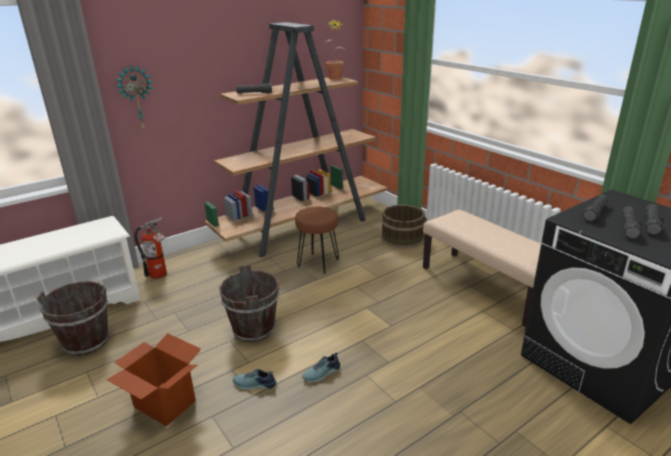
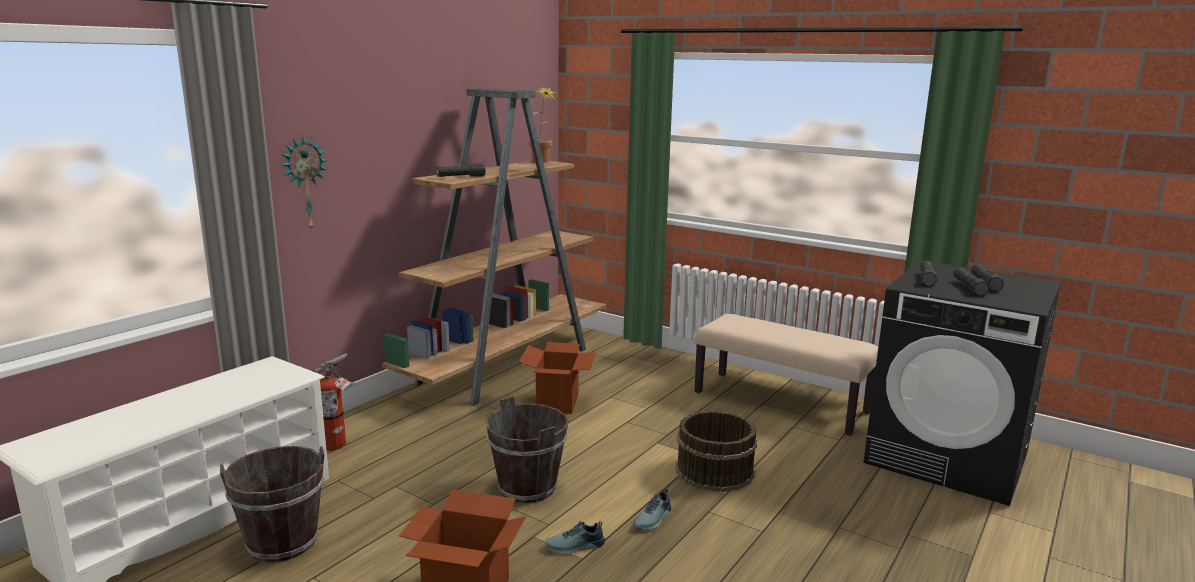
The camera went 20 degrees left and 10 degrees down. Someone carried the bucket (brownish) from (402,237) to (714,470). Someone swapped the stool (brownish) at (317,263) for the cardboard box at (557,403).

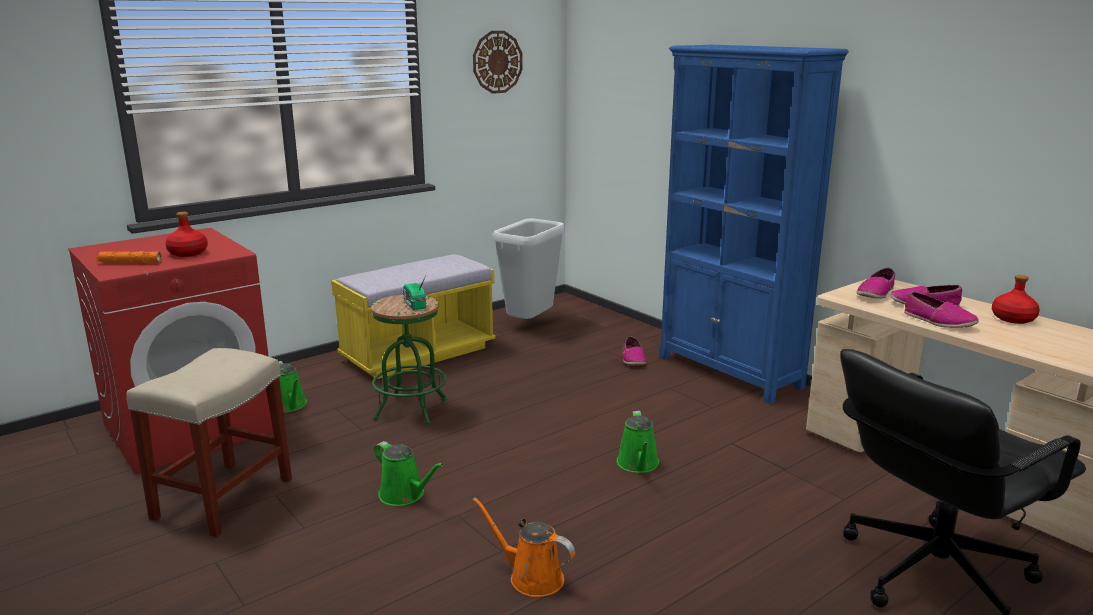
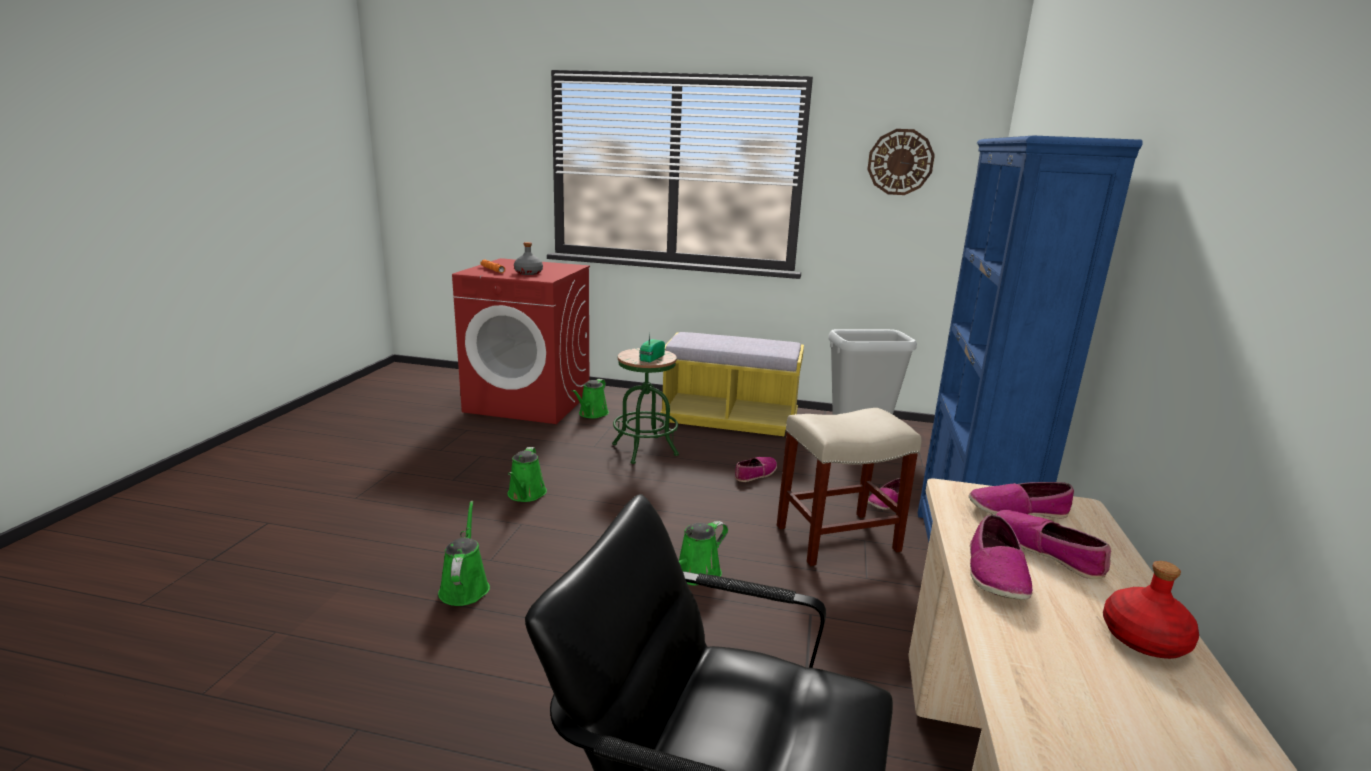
The camera went 50 degrees right and 0 degrees up. Someone repainted the drink bottle (reddish) at (188,253), which became the drink bottle (gray) at (528,273). Someone carried the stool (beige-coloured) from (224,497) to (838,538). Someone repainted the watering pot (orange) at (531,577), which became the watering pot (green) at (465,587). Someone put down the item of footwear at (755,474).

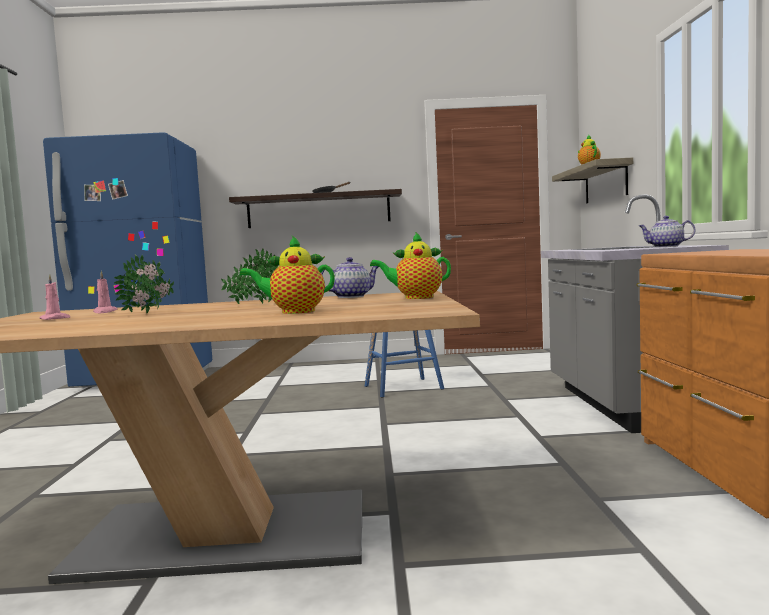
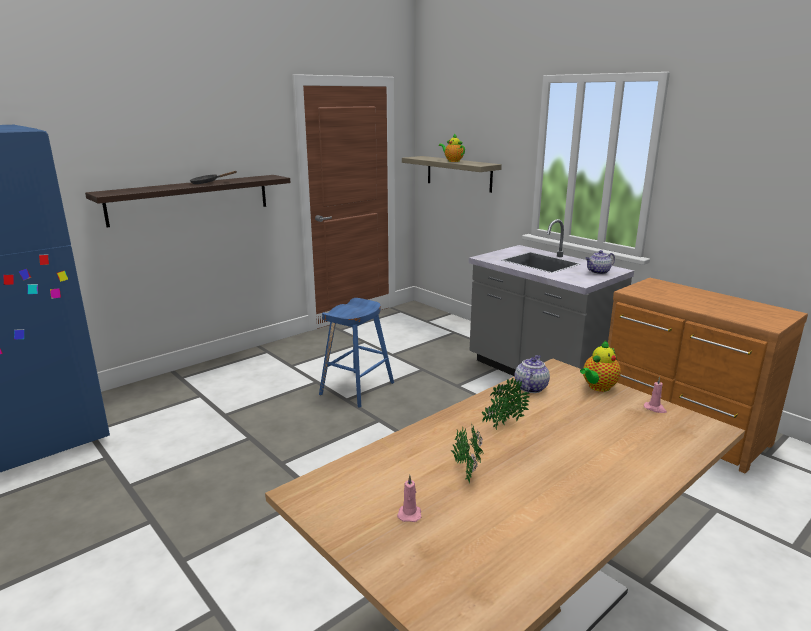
The camera went 40 degrees left and 15 degrees up. Someone took away the tea pot at (294,312). Someone carried the wax light (pinkish) from (104,312) to (655,408).

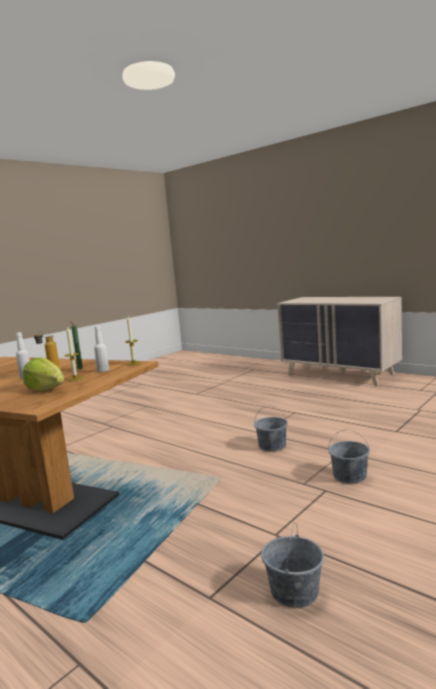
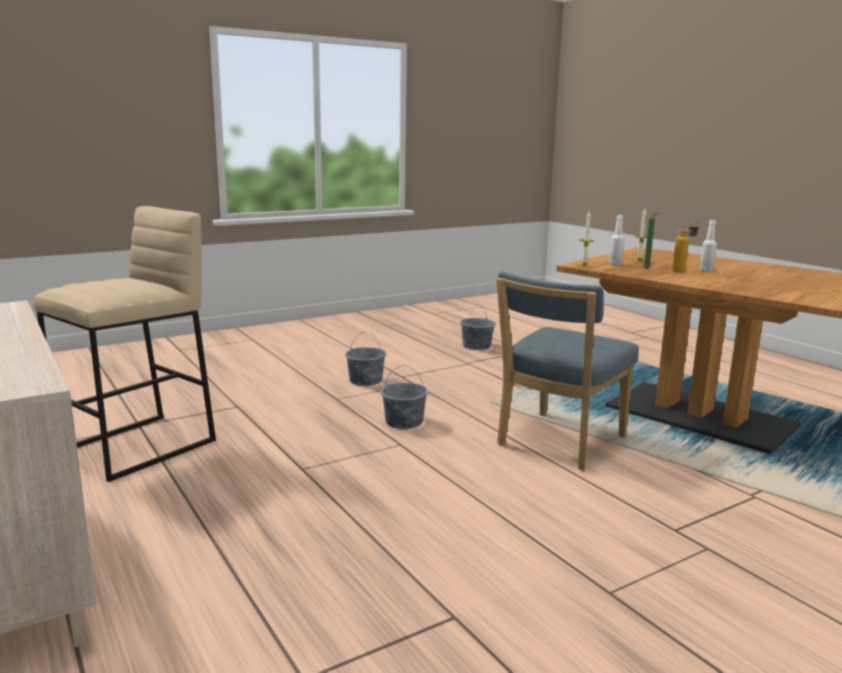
The camera went 165 degrees left and 5 degrees up. Someone took away the head of lettuce at (46,389). Someone put down the stool (beige-coloured) at (138,447). Someone put down the upright chair (bluish) at (557,443).

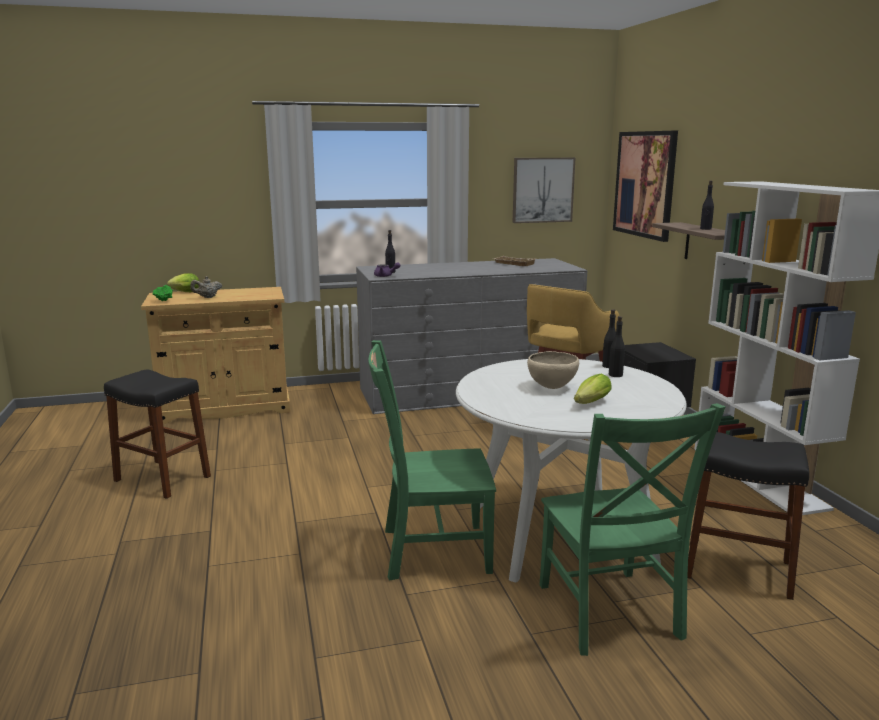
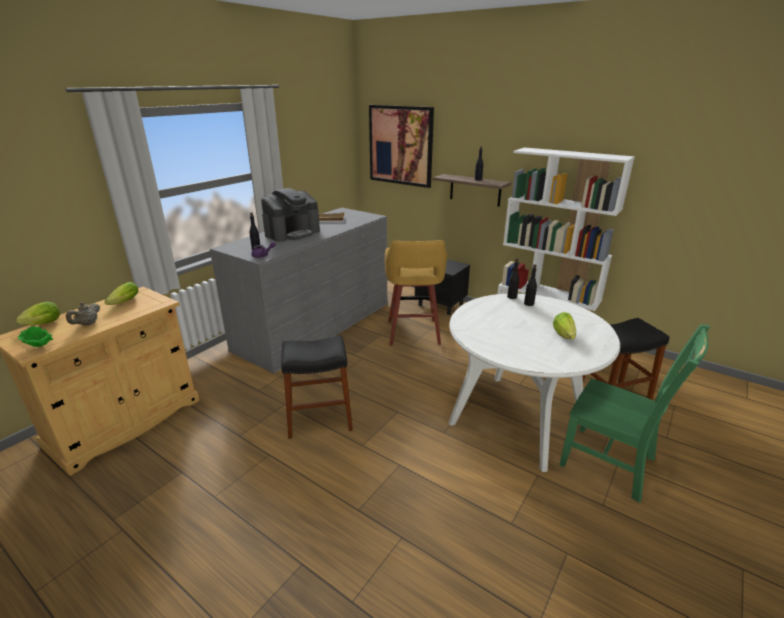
The camera went 40 degrees left and 10 degrees up. Someone took away the wall art at (542,190). Someone took away the upright chair (green) at (430,551). Someone took away the deep dish (beige-coloured) at (552,387). Someone carried the stool (blackish) from (162,478) to (319,419). Someone put down the coffee maker at (292,233). Someone put down the head of lettuce at (123,303).

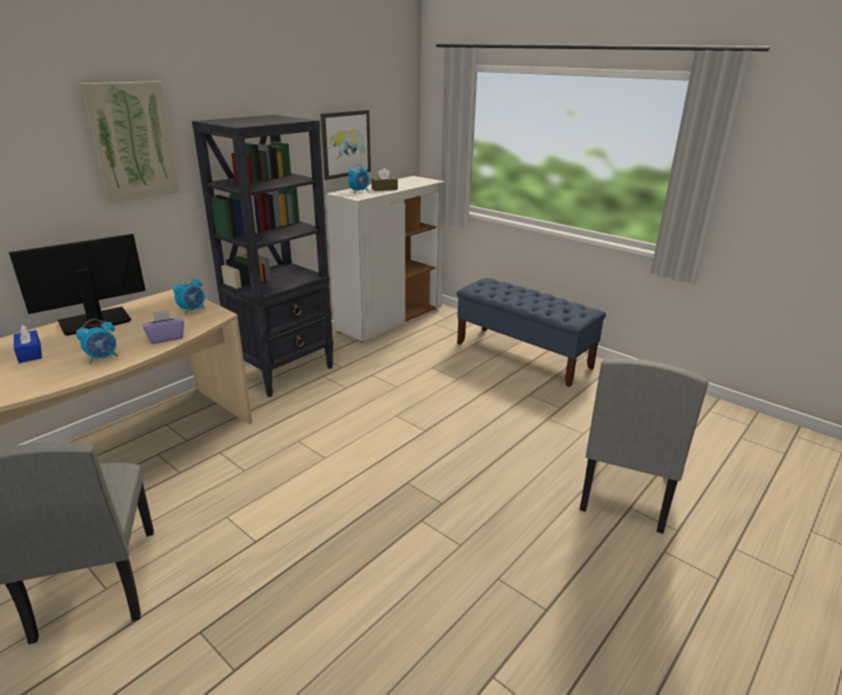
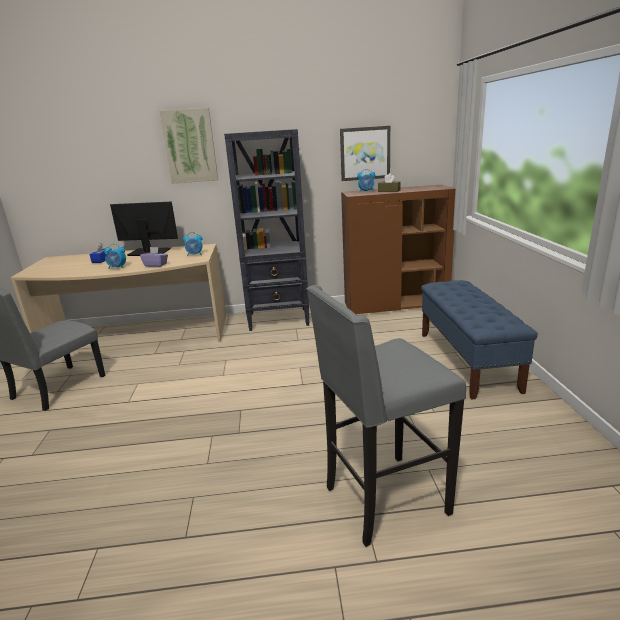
The camera went 45 degrees right and 5 degrees down. Someone repainted the cupboard (whitish) at (390,319), which became the cupboard (brownish) at (396,305). Someone swapped the upright chair (gray) at (625,490) for the stool (gray) at (383,500).

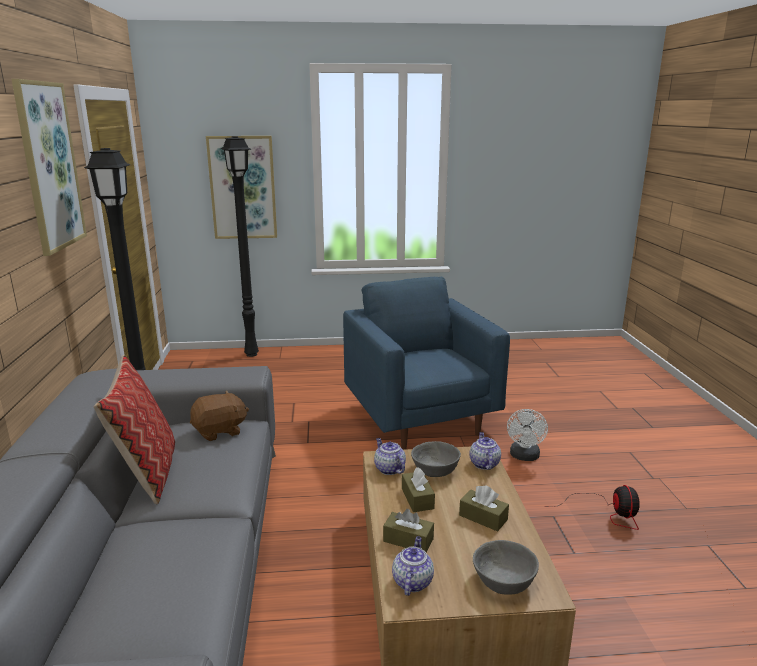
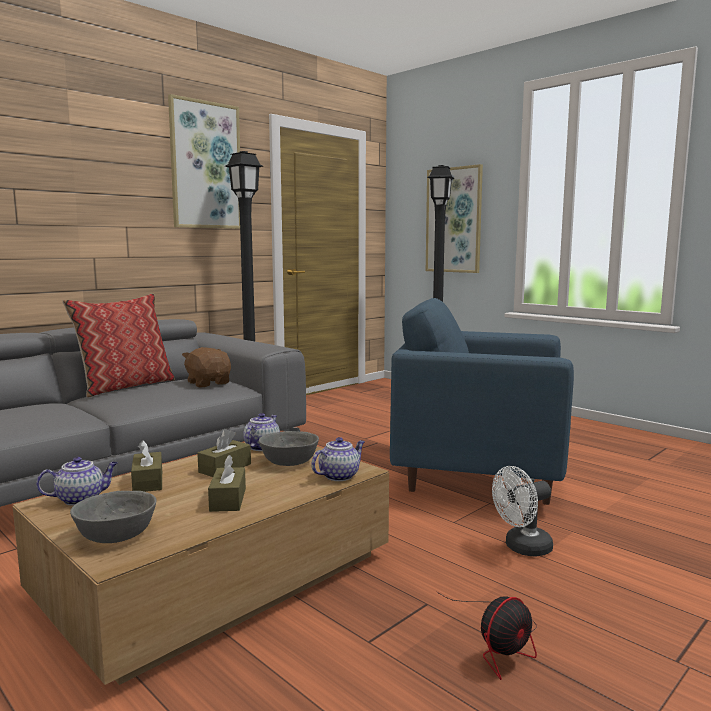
The camera went 50 degrees right and 10 degrees down. Someone rotated the lounge chair (bluish) at (421,419) by 105 degrees counterclockwise. Someone rotated the cuddly toy (brownish) at (220,431) by 150 degrees counterclockwise.

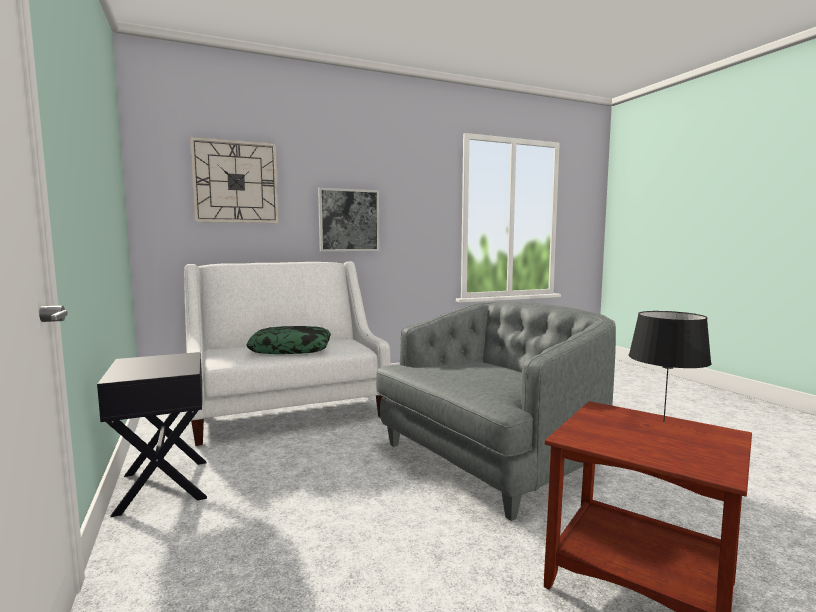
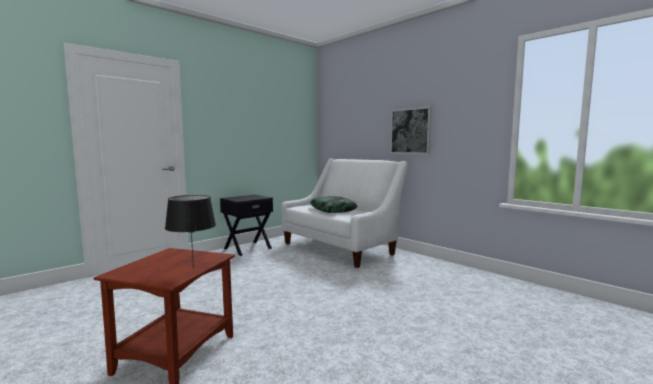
The camera went 70 degrees right and 0 degrees up. Someone took away the wall clock at (236,182). Someone took away the lounge chair (gray) at (490,458).

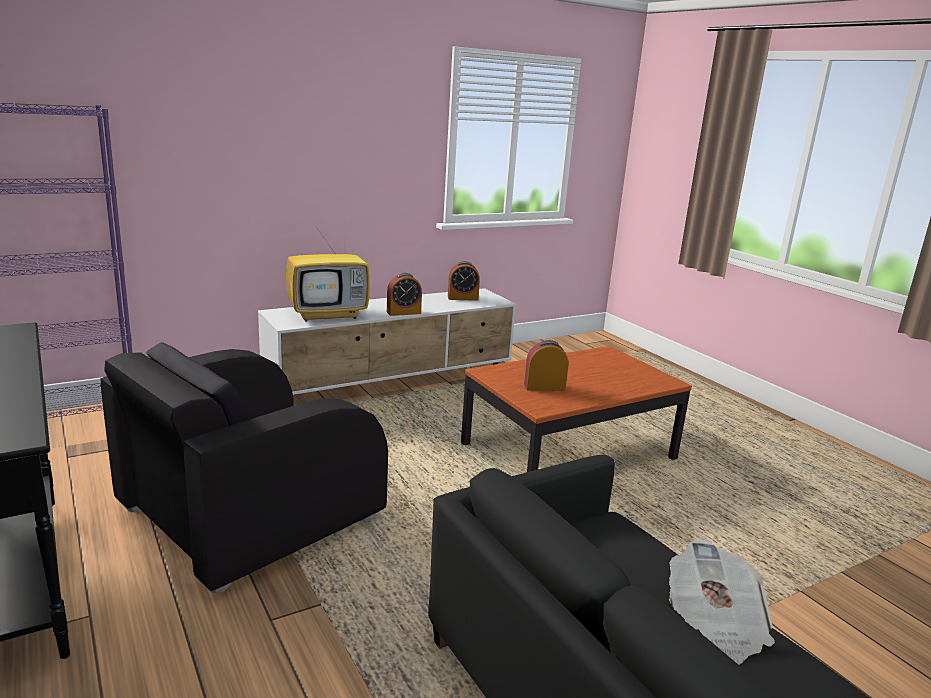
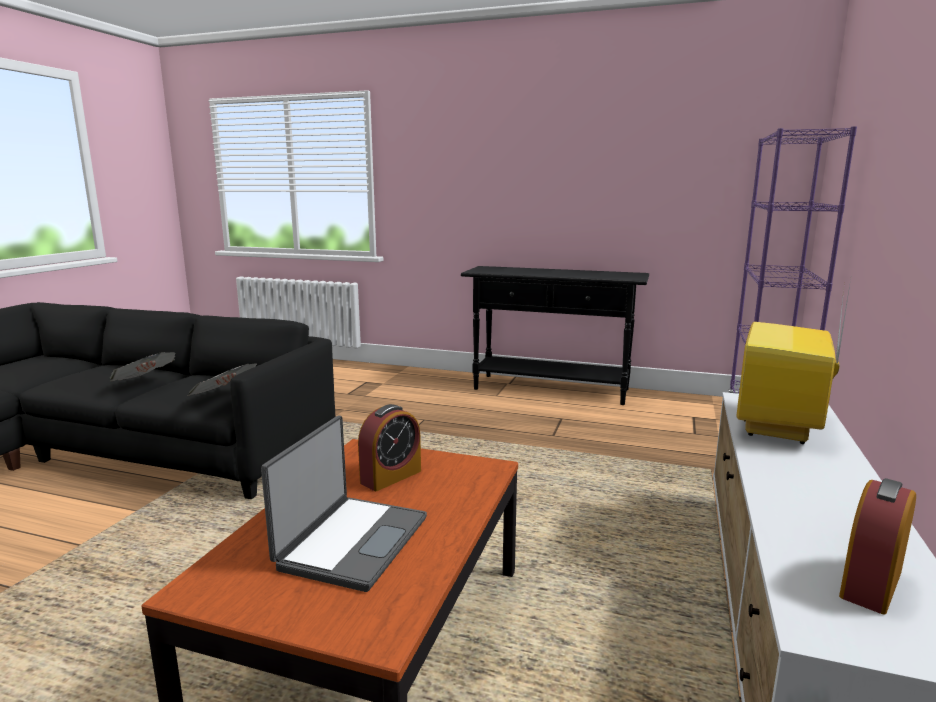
The camera went 140 degrees right and 5 degrees down. Someone took away the table clock at (403,312). Someone took away the lounge chair (blackish) at (249,514). Someone put down the newspaper at (224,397). Someone put down the notebook computer at (351,542).

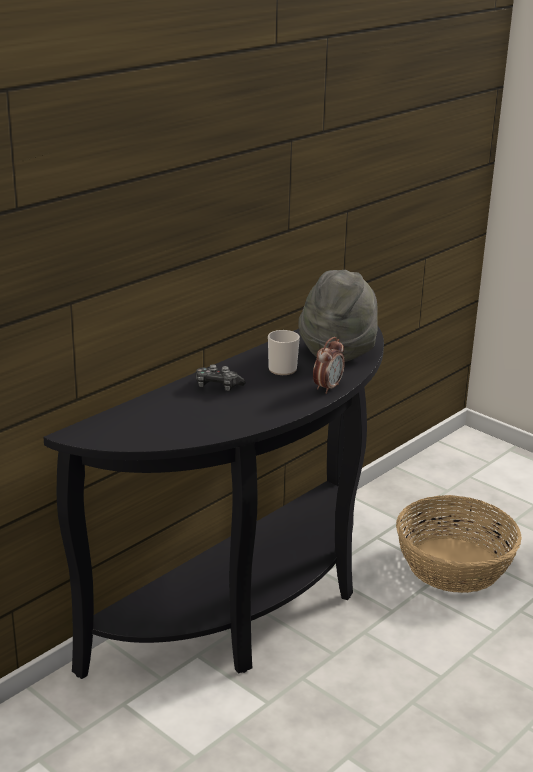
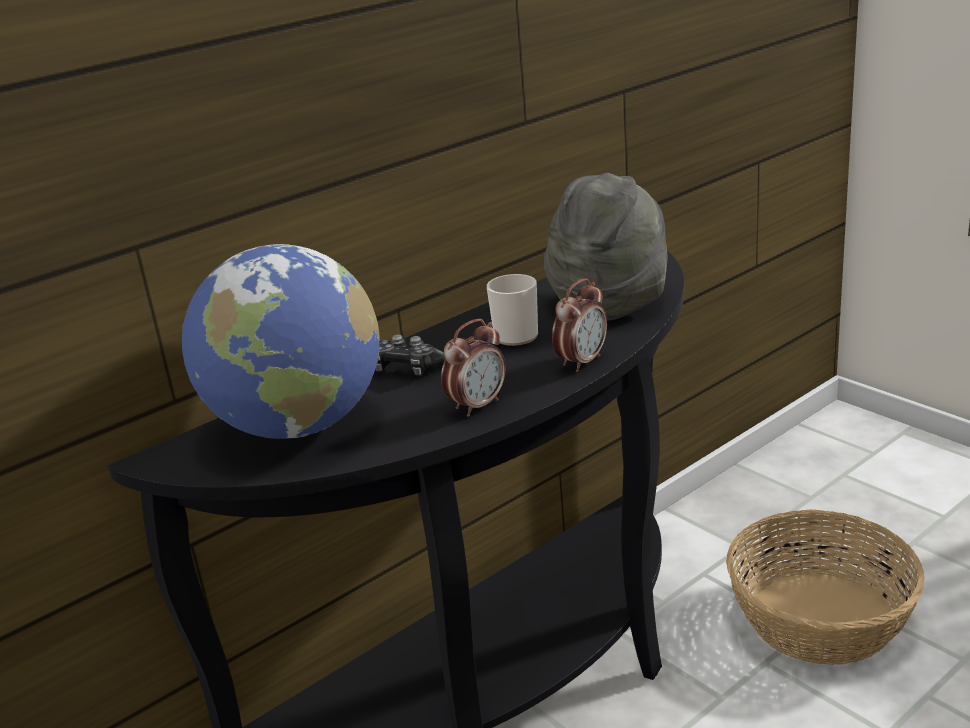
The camera went 10 degrees right and 0 degrees up. Someone put down the globe at (298,426). Someone put down the table clock at (477,405).

